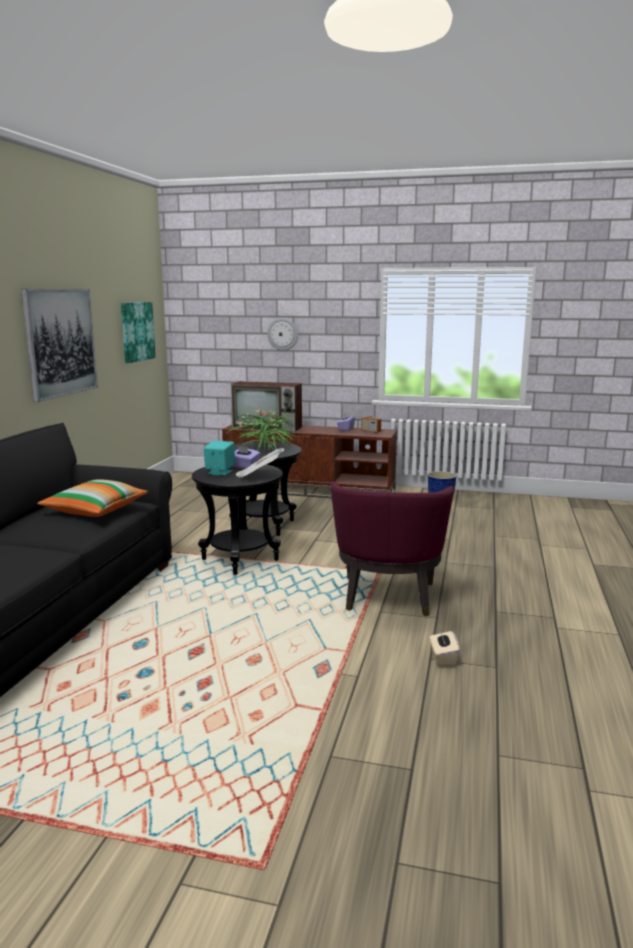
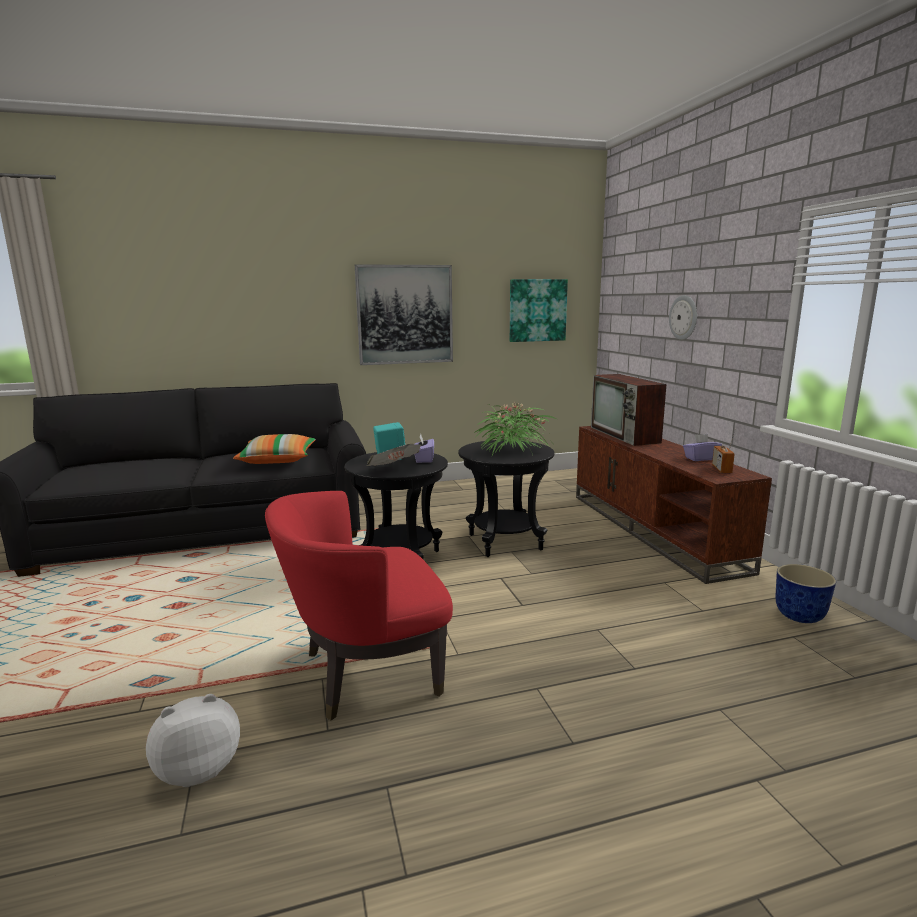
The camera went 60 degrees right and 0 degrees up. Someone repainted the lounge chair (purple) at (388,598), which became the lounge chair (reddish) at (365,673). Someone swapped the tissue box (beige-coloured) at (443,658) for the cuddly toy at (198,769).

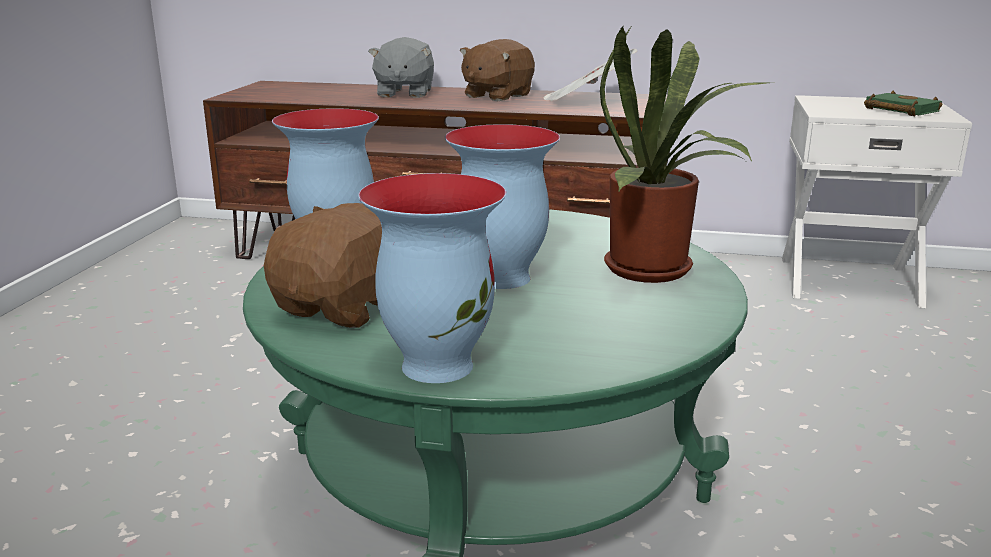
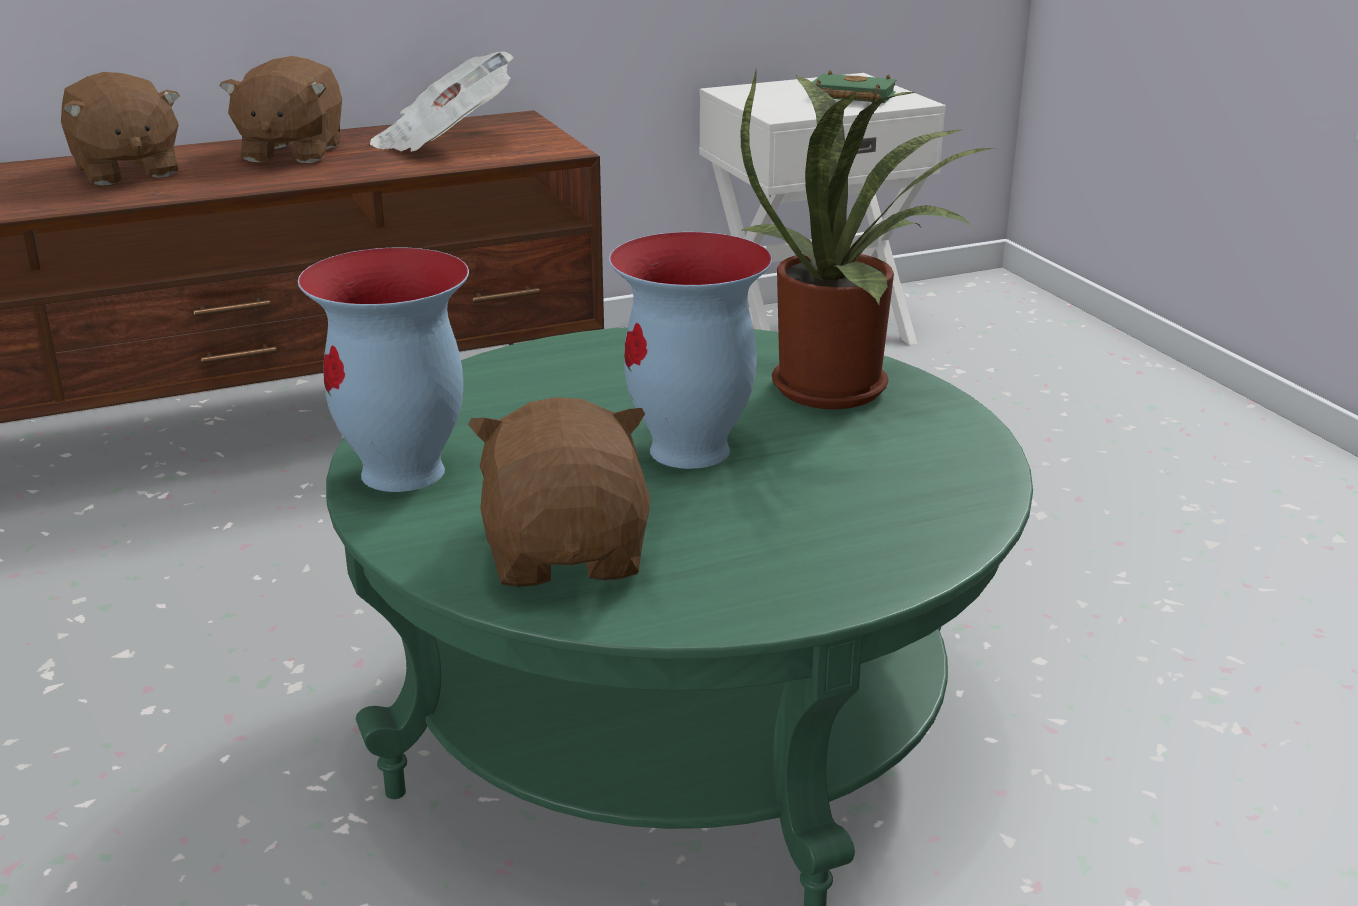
The camera went 35 degrees left and 5 degrees up. Someone repainted the cuddly toy (gray) at (404,93), which became the cuddly toy (brownish) at (126,172). Someone took away the vase at (436,365).

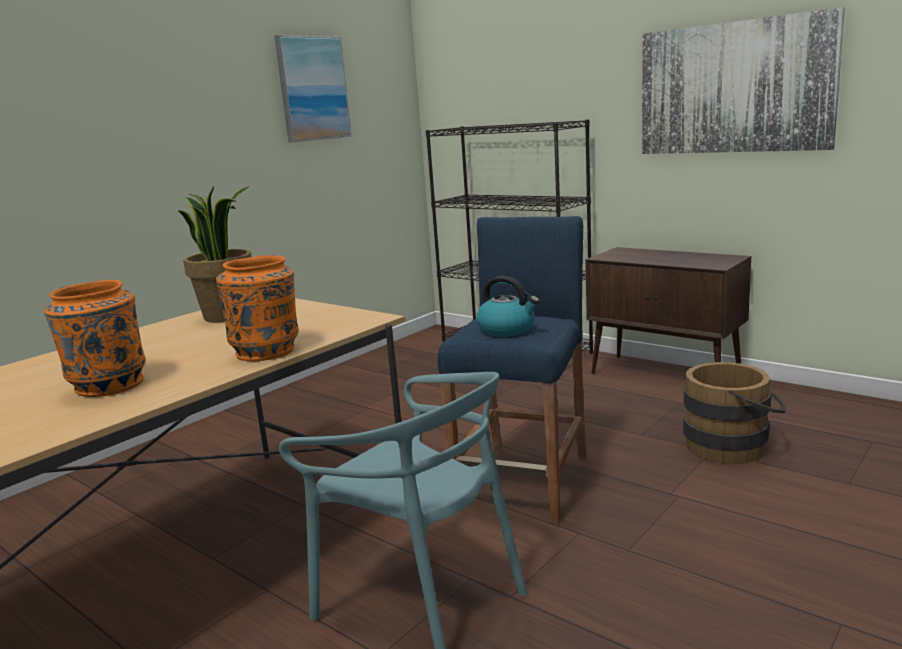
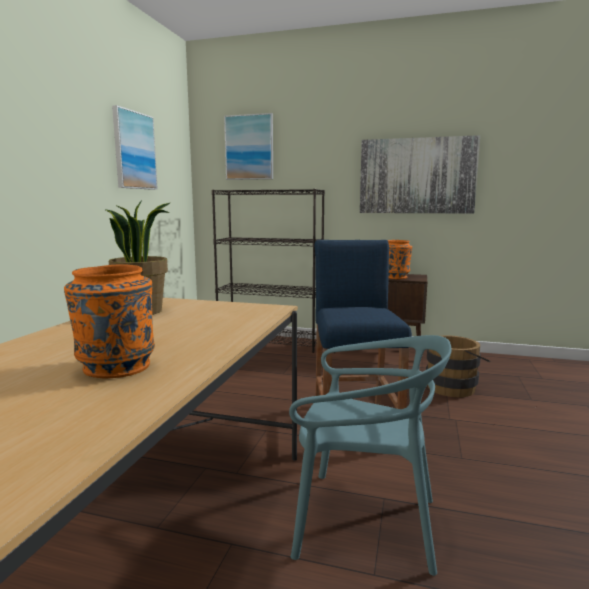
The camera went 25 degrees left and 5 degrees down. Someone carried the vase (orange) from (267,351) to (395,277). Someone took away the tea kettle at (507,330). Someone put up the wall art at (249,147).

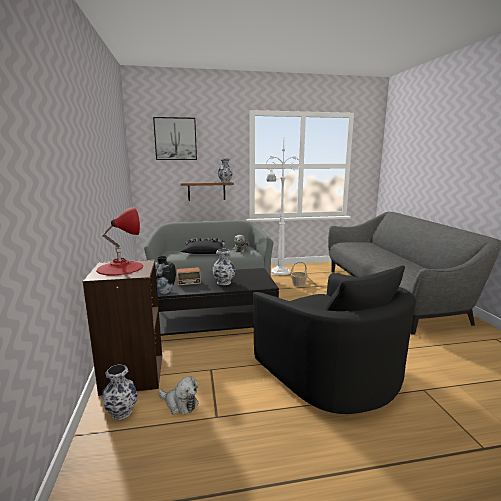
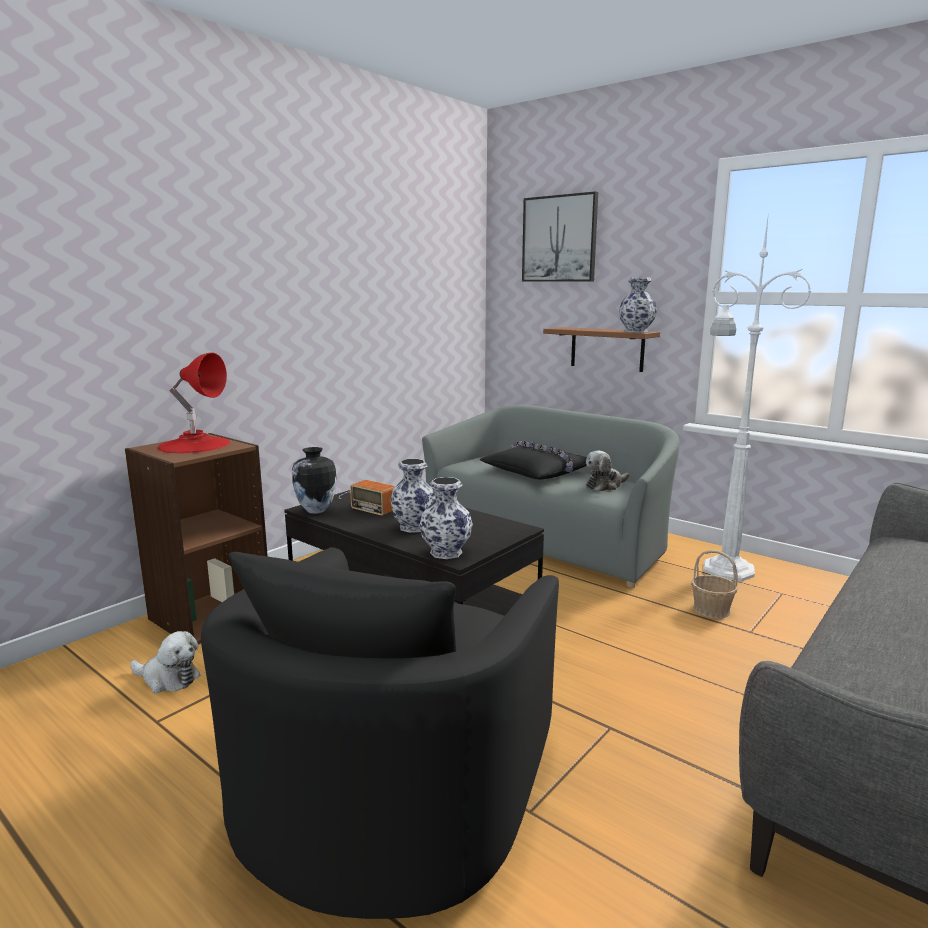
The camera went 50 degrees right and 0 degrees up. Someone carried the vase from (121,411) to (446,552). Someone rotated the cuddly toy at (180,404) by 60 degrees counterclockwise.

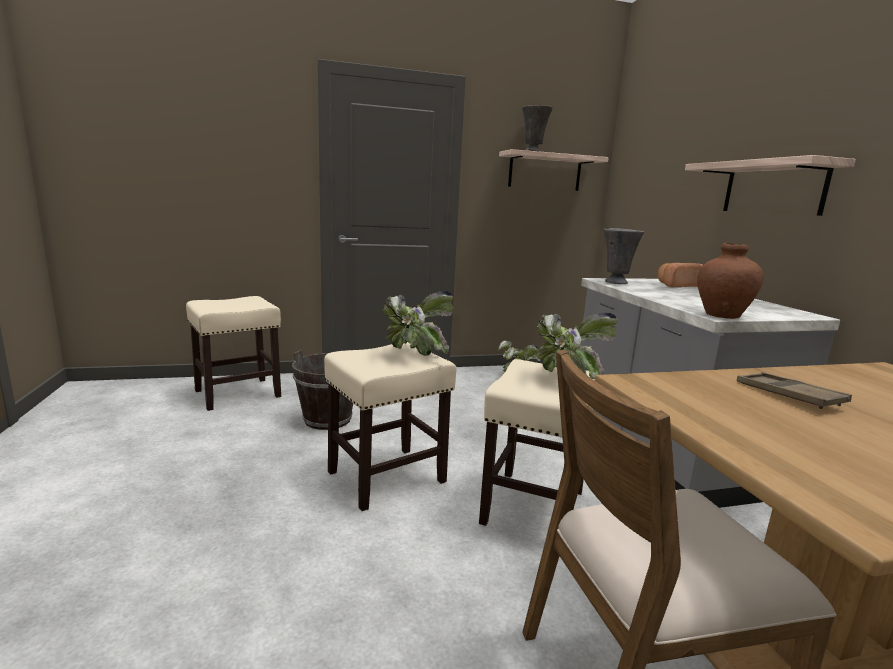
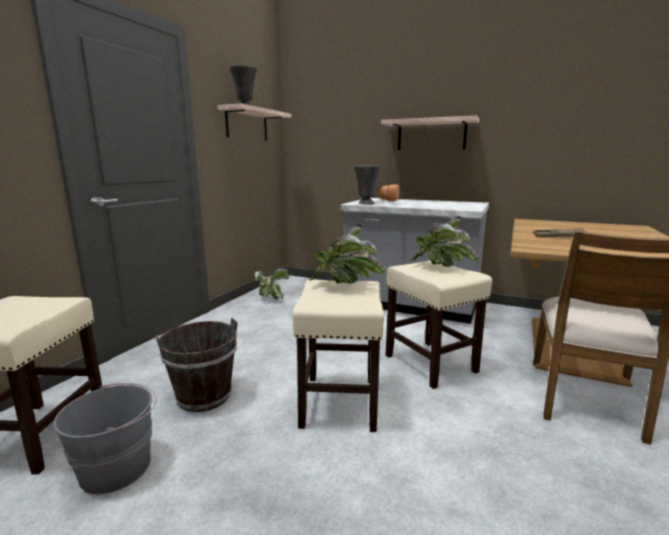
The camera went 50 degrees left and 0 degrees up. Someone took away the vase (brownish) at (722,315). Someone put down the bucket (gray) at (117,467).

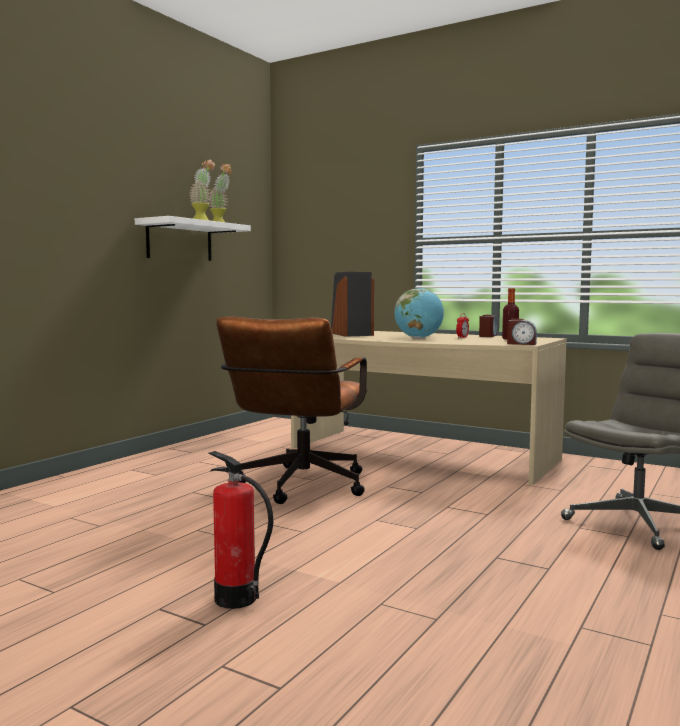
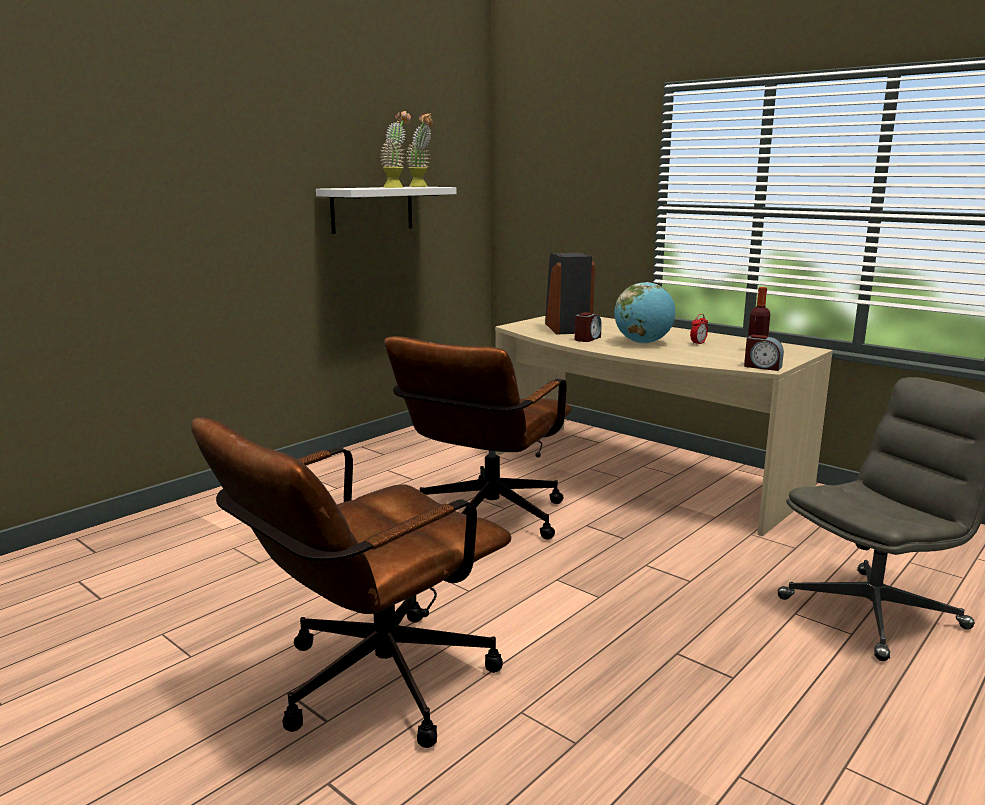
The camera went 10 degrees right and 10 degrees up. Someone carried the table clock from (487,336) to (587,339). Someone swapped the extinguisher at (235,599) for the computer chair (brownish) at (368,687).

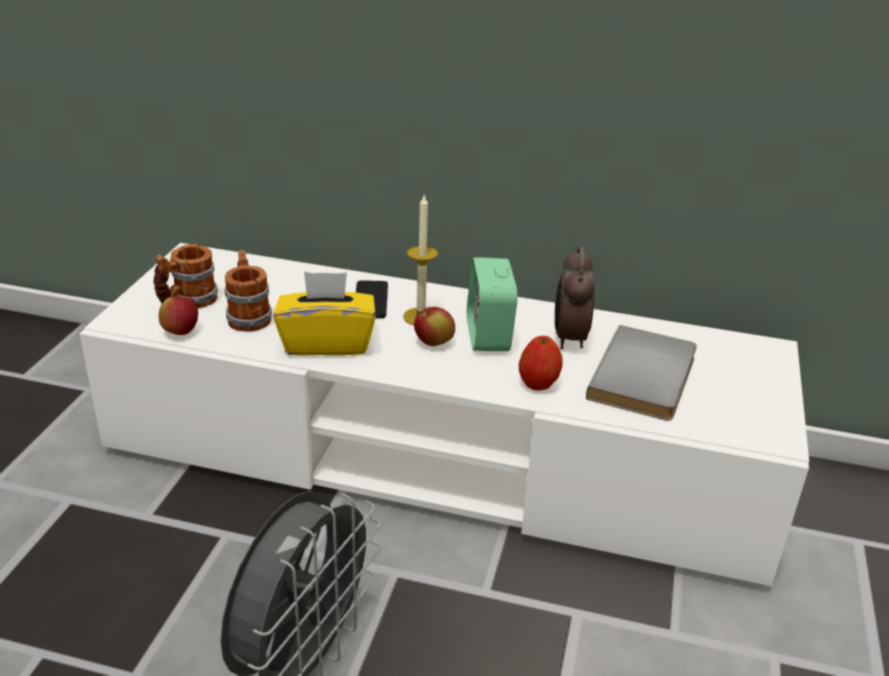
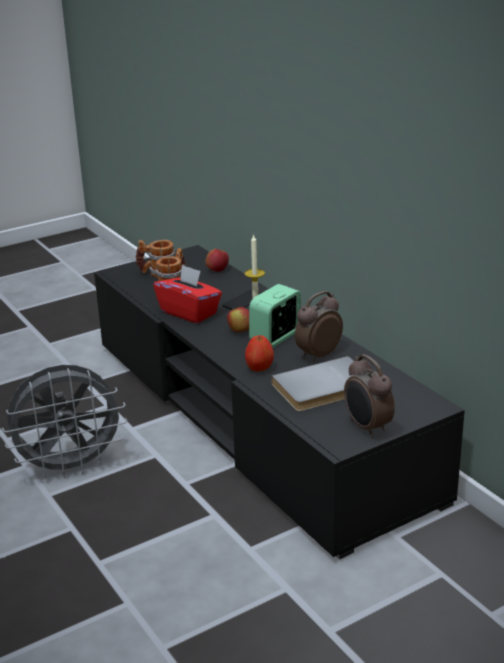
The camera went 45 degrees right and 5 degrees down. Someone repainted the tv stand (whitish) at (439,455), which became the tv stand (blackish) at (254,416). Someone repainted the tissue box (yellow-coloured) at (327,342), which became the tissue box (reddish) at (189,312). Someone carried the whole apple from (180,332) to (217,270). Someone put down the table clock at (367,427).

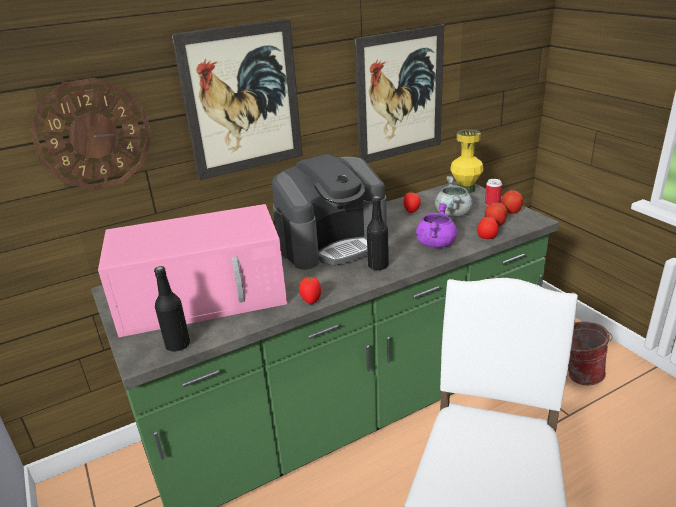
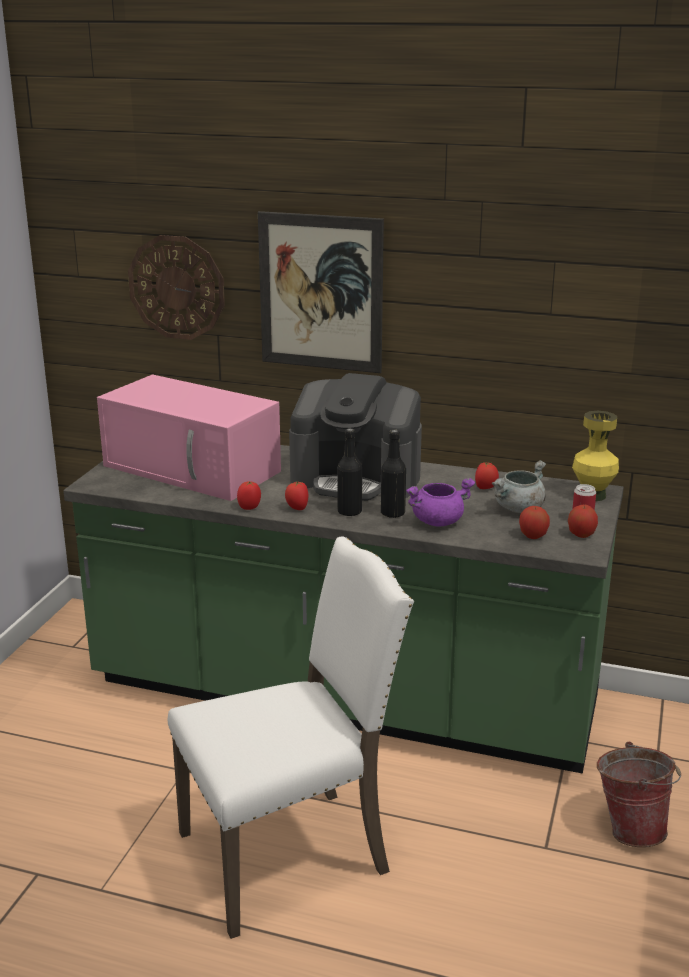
The camera went 45 degrees right and 5 degrees down. Someone took away the wall art at (400,95). Someone carried the whole tomato from (487,238) to (297,508). Someone carried the drink bottle (blackish) from (178,345) to (392,513).

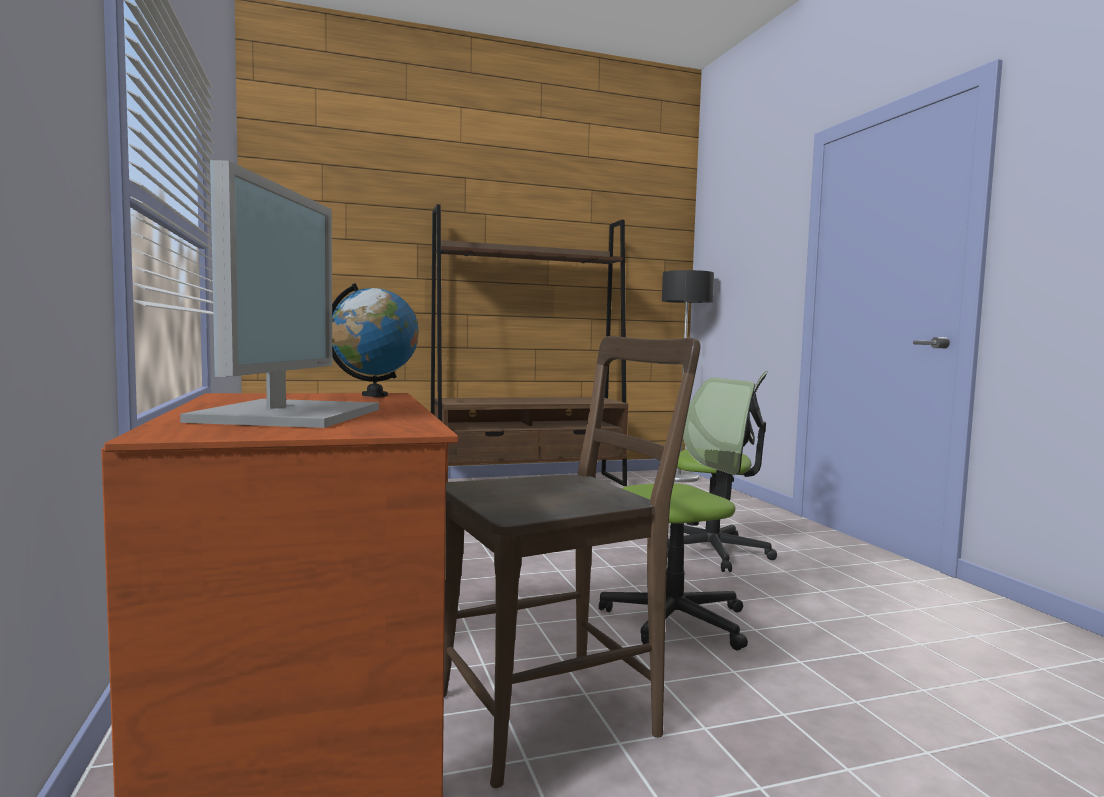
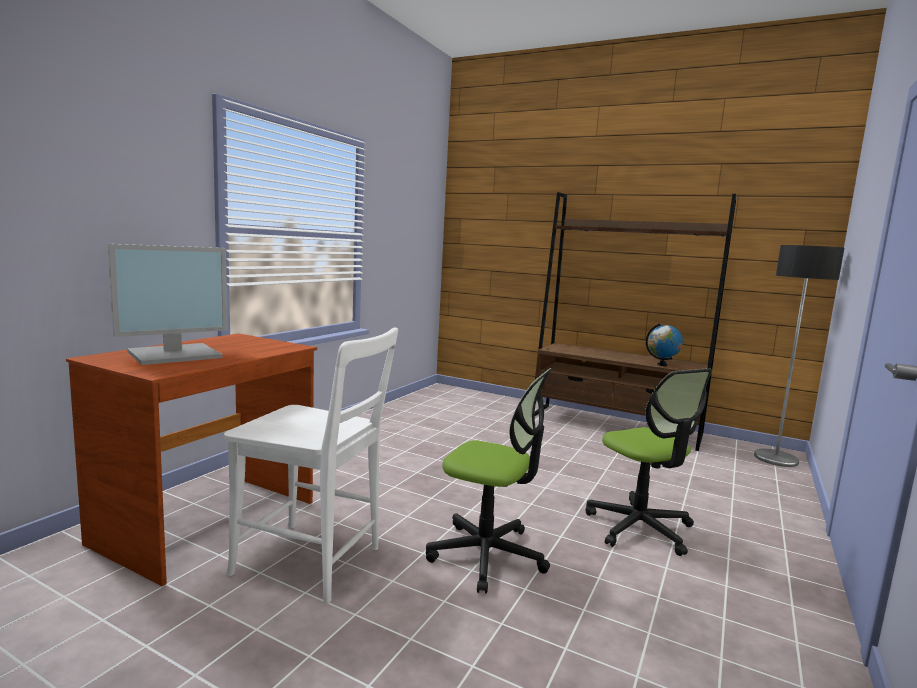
The camera went 45 degrees right and 5 degrees up. Someone carried the globe from (374,395) to (662,365). Someone repainted the upright chair (brownish) at (558,712), which became the upright chair (whitish) at (314,563).

